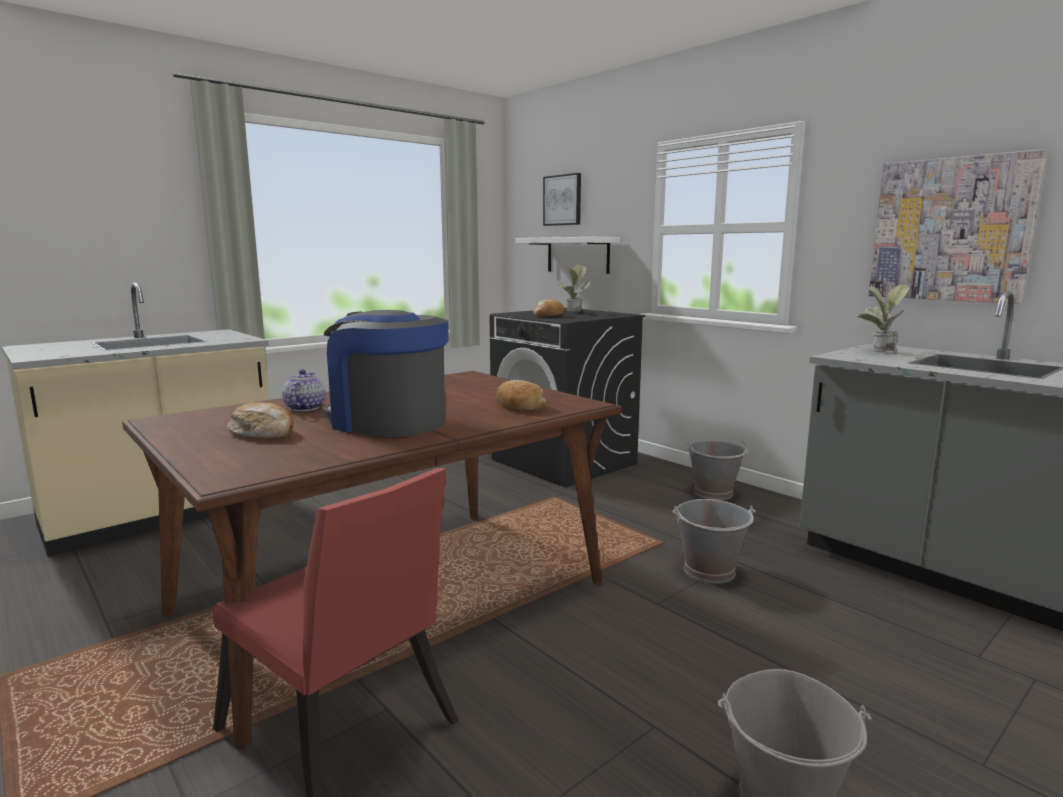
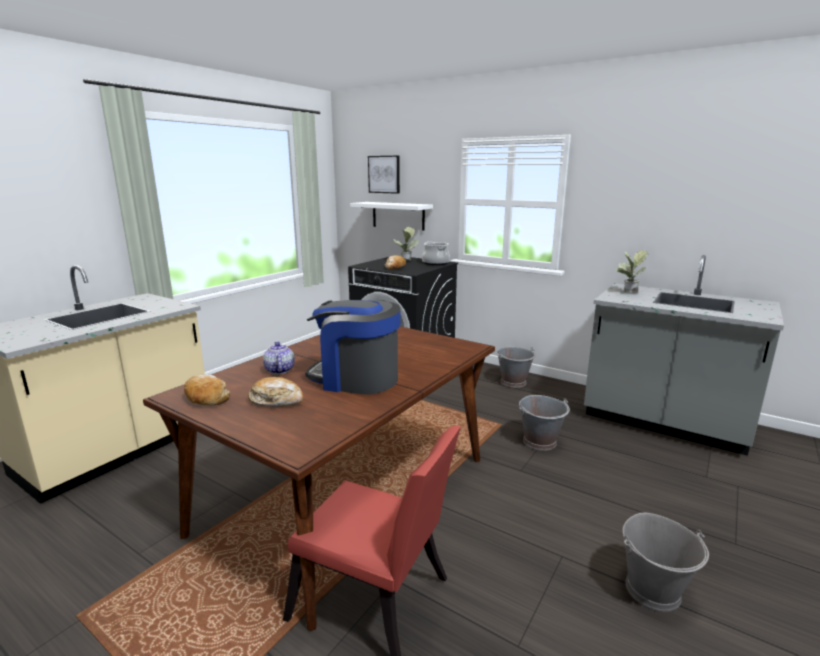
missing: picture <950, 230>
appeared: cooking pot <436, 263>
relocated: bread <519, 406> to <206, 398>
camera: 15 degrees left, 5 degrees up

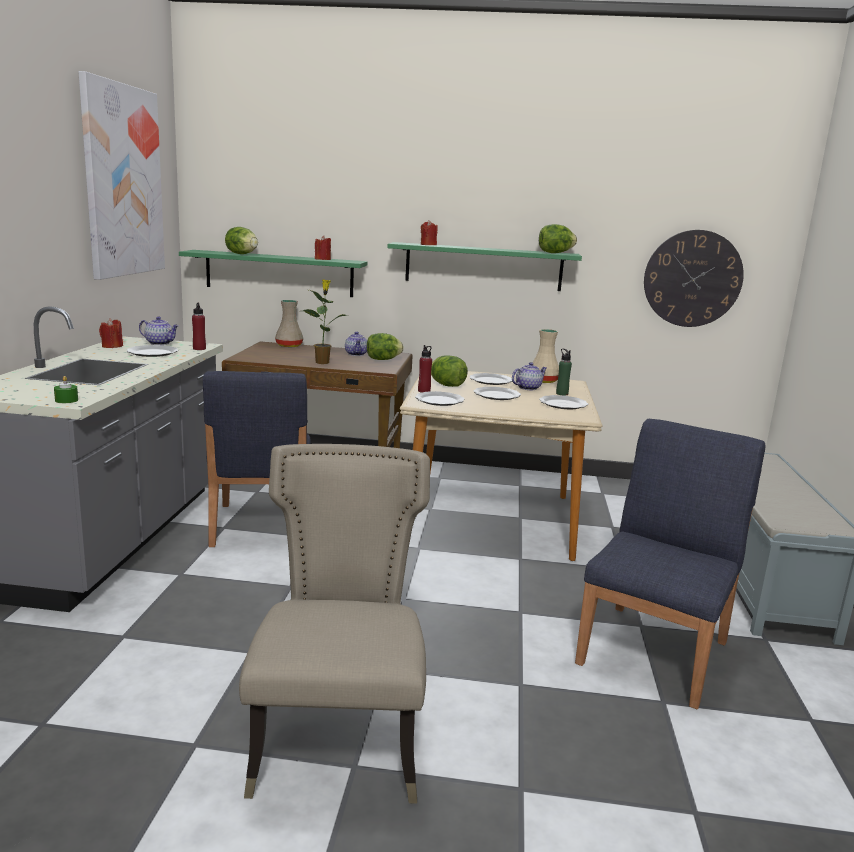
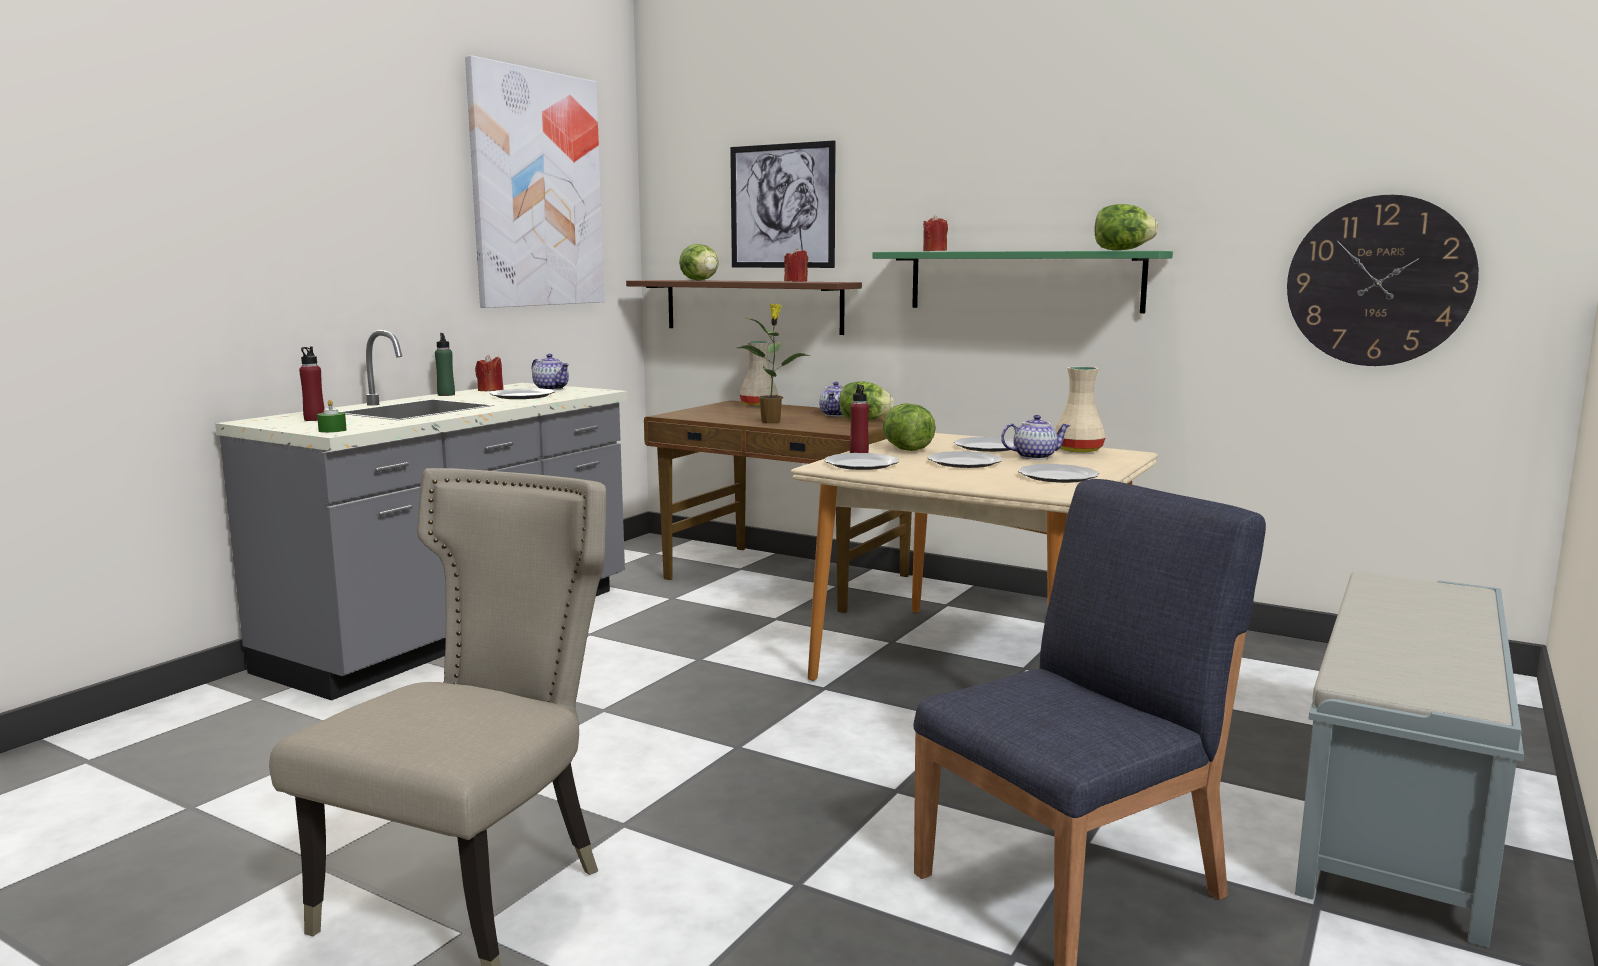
missing: blue chair <260, 525>
appeared: picture <782, 206>
relocated: red bottle <199, 349> to <314, 419>; green bottle <562, 393> to <446, 395>
colour: green shelf <279, 273> to brown shelf <752, 306>
camera: 25 degrees right, 5 degrees down

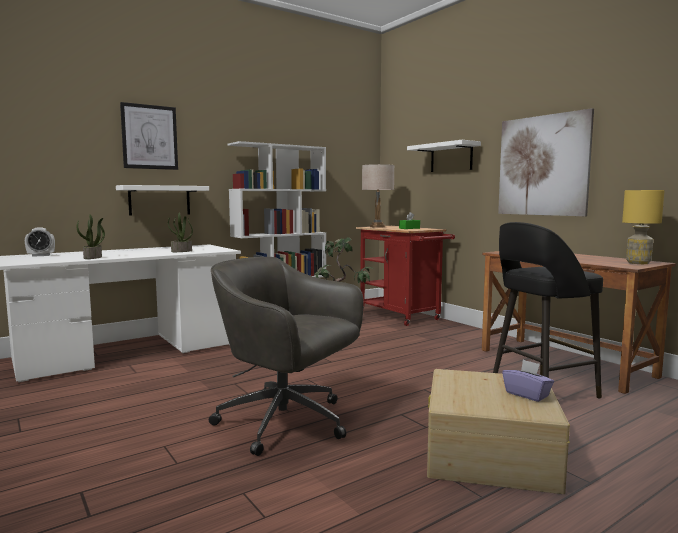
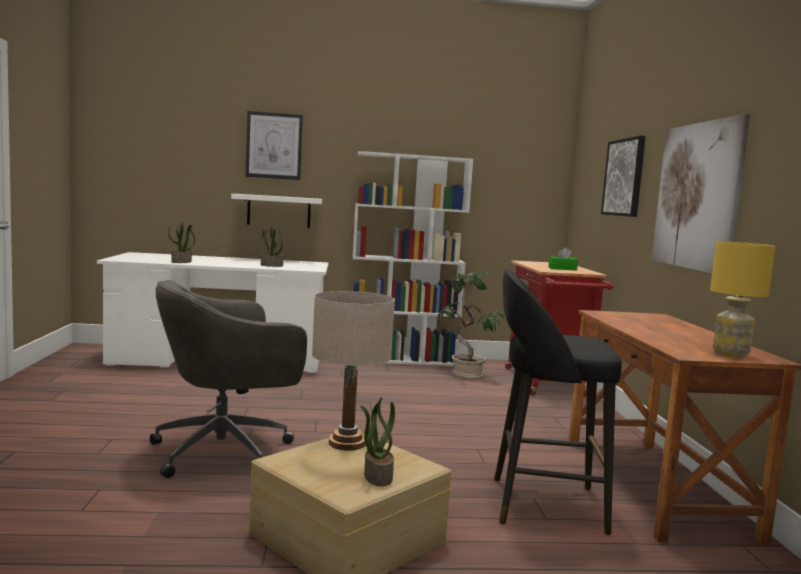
missing: alarm clock <41, 255>
relocated: beige table lamp <377, 227> to <347, 443>
exchanged: white shelf <451, 157> to picture <624, 177>; purple tissue box <527, 394> to potted plant <377, 476>
spun: grey office chair <287, 423> = <226, 451> 90 degrees counterclockwise
camera: 30 degrees right, 0 degrees up

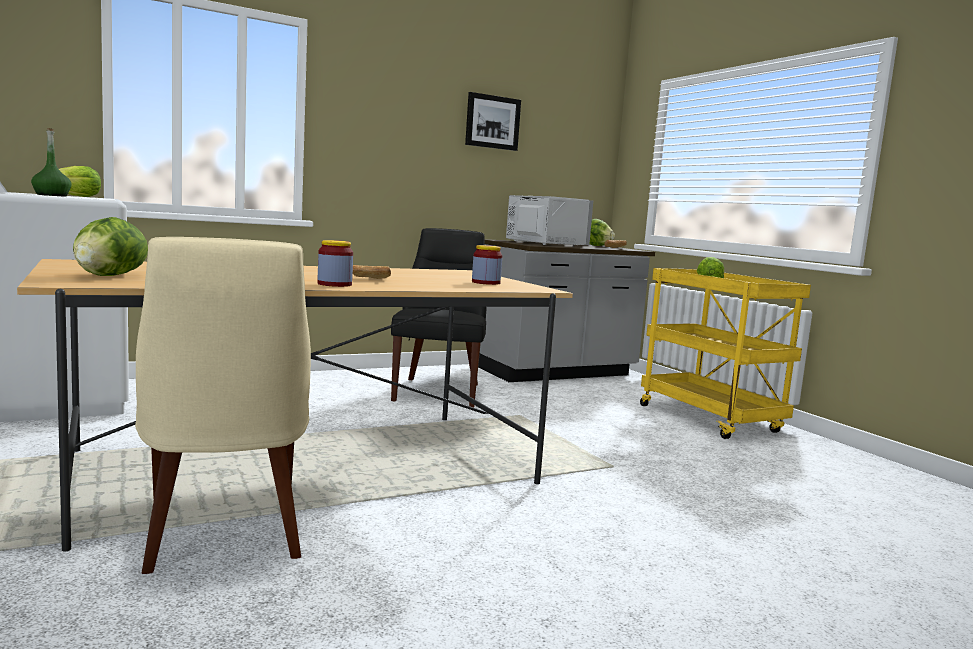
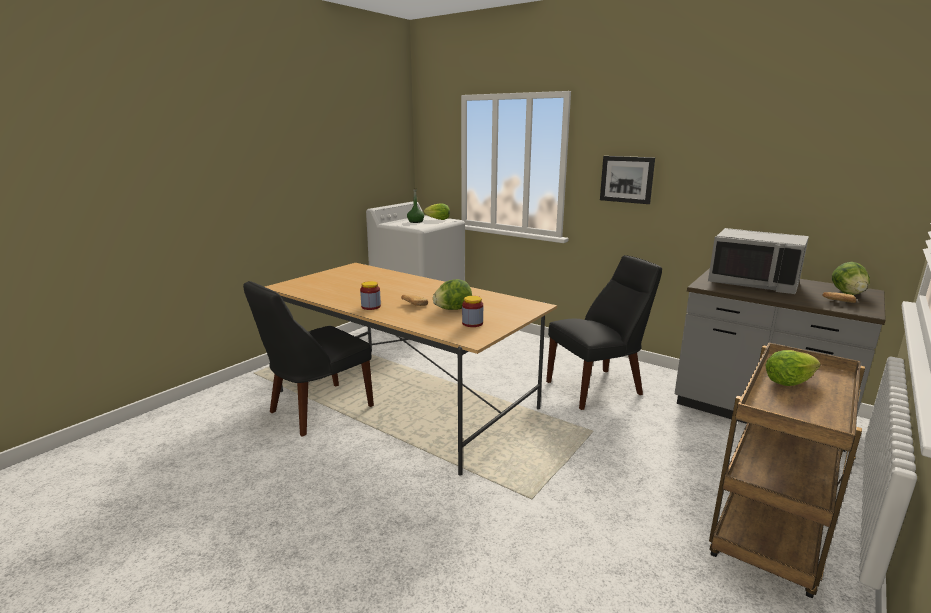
relocated: lettuce <109, 276> to <453, 309>; picture <492, 122> to <627, 179>
colour: beige chair <223, 530> to black chair <317, 410>; yellow cart <711, 420> to brown cart <770, 536>
spun: grey microwave <544, 243> = <753, 283> 90 degrees clockwise
camera: 65 degrees right, 10 degrees up

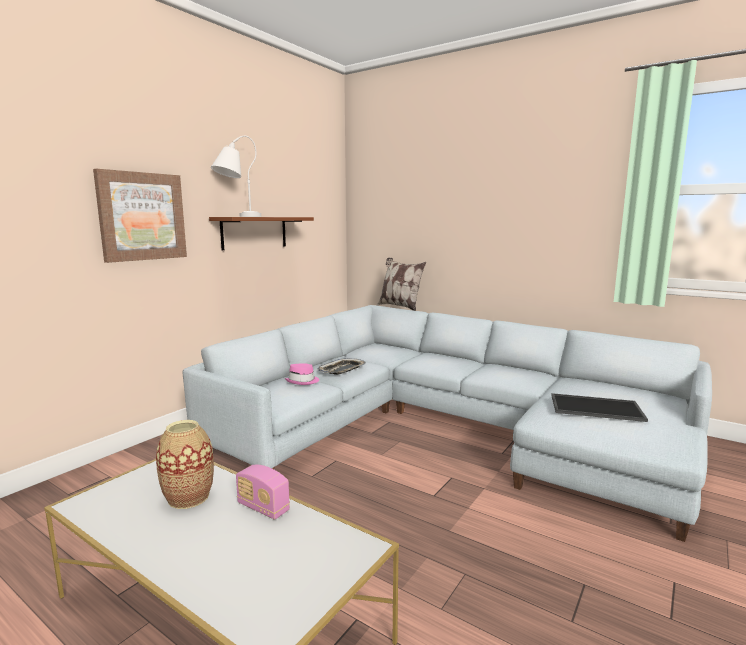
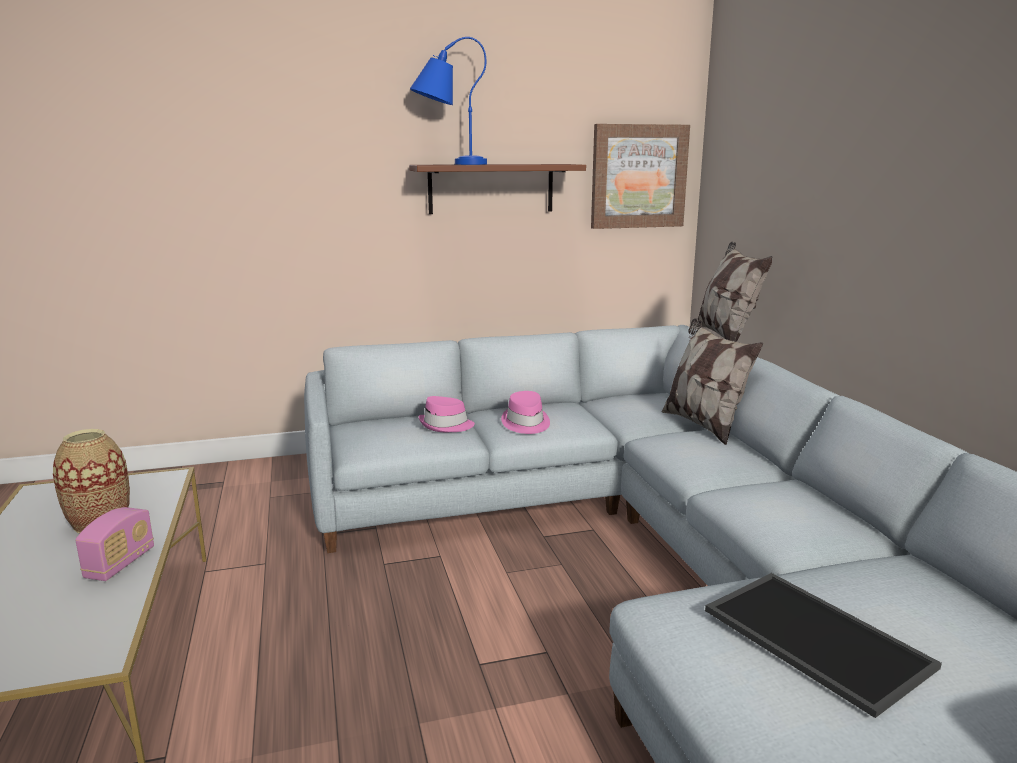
appeared: pillow <703, 424>
relocated: picture <142, 216> to <638, 176>
exchanged: tray <342, 370> to pink hat <525, 423>
colour: white table lamp <237, 216> to blue table lamp <448, 164>
spun: radio <263, 508> = <120, 564> 150 degrees counterclockwise
camera: 40 degrees right, 5 degrees up

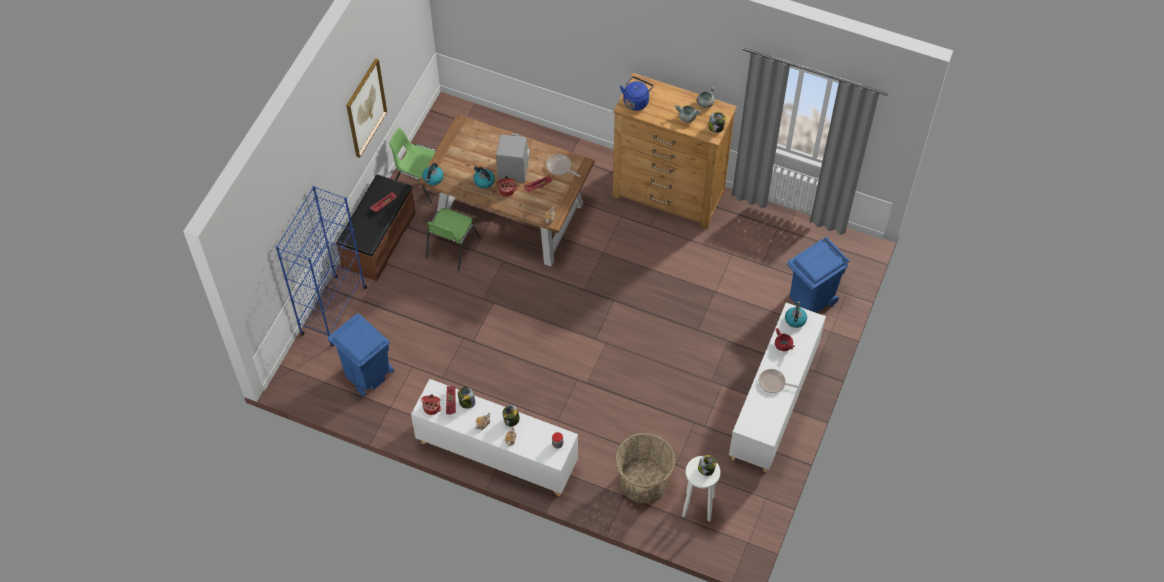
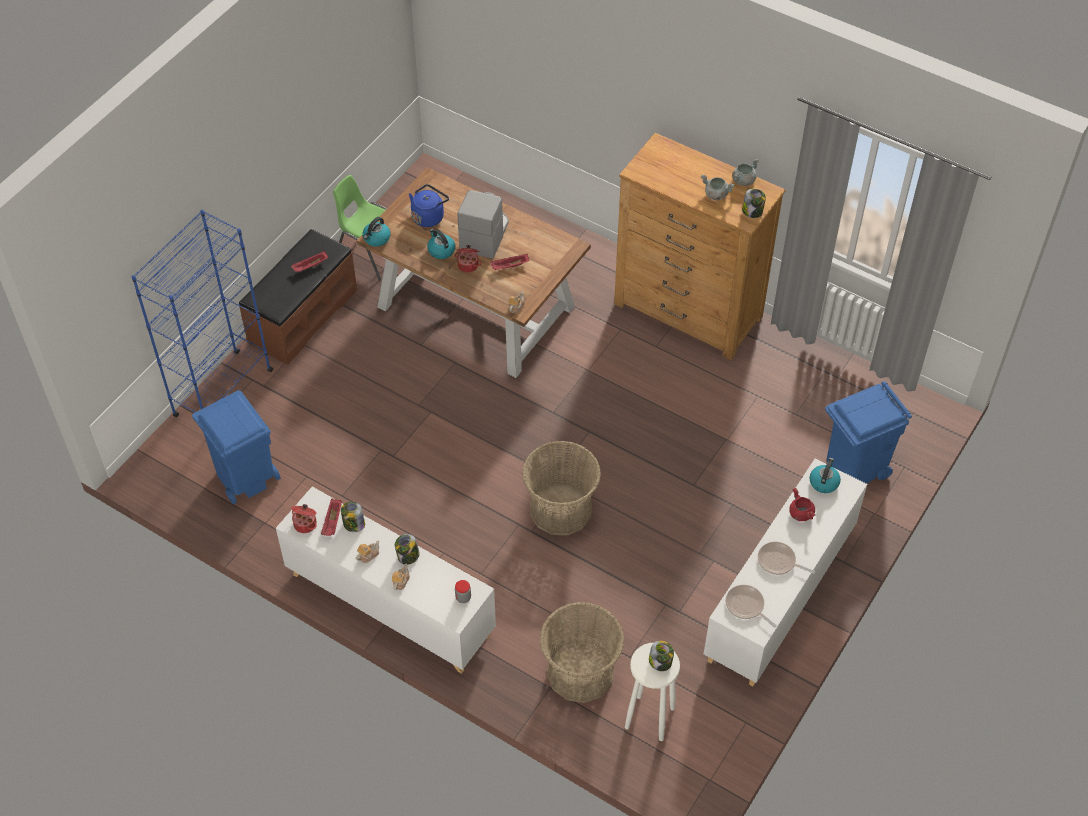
missing: picture <365, 108>; green chair <451, 247>
appeared: basket <560, 509>
relocated: frying pan <560, 167> to <746, 606>; blue kettle <636, 101> to <429, 216>
camera: 10 degrees right, 5 degrees down

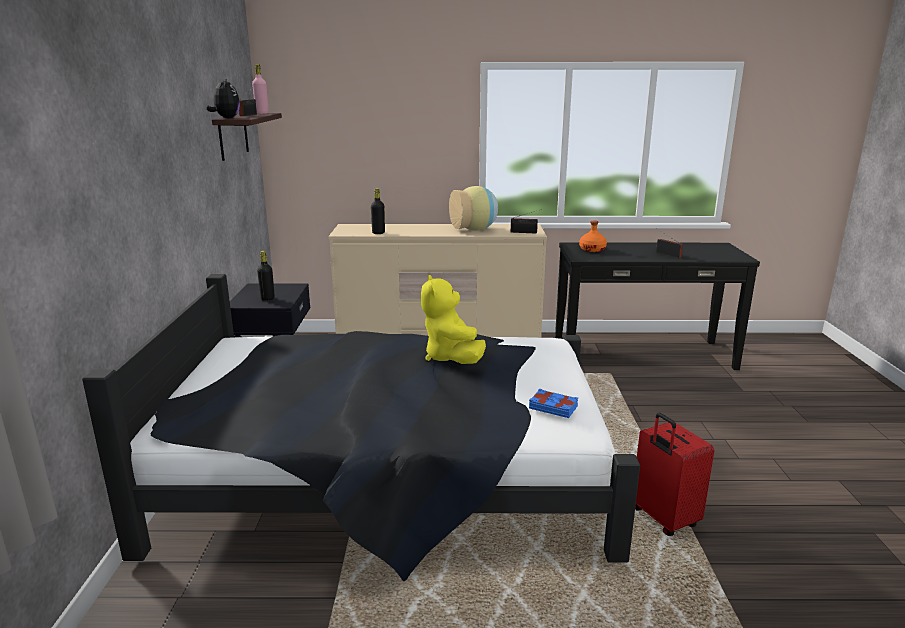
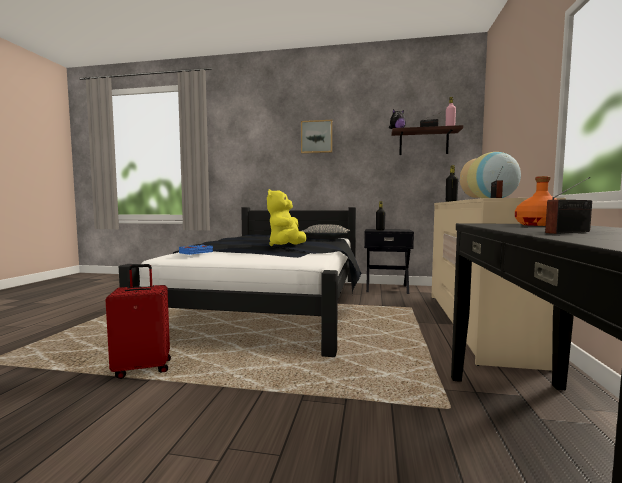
appeared: picture <317, 137>; grey pillow <326, 238>
spun: yellow plush toy <451, 358> = <287, 246> 75 degrees counterclockwise
camera: 100 degrees right, 15 degrees down

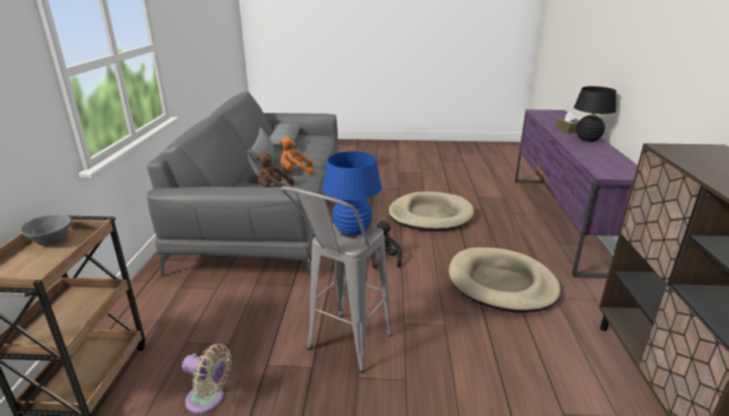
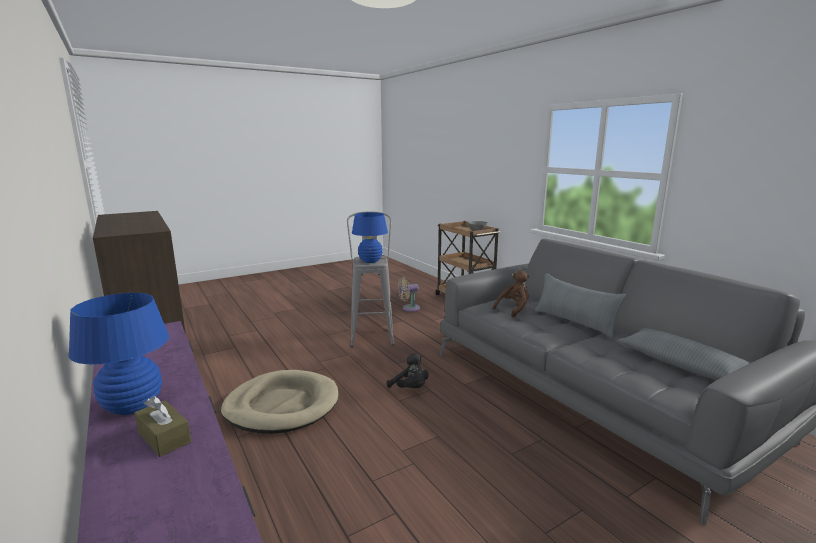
missing: orange plush toy <295, 171>; beige dog bed <430, 215>
colour: black table lamp <587, 139> to blue table lamp <133, 406>
camera: 145 degrees right, 10 degrees down

